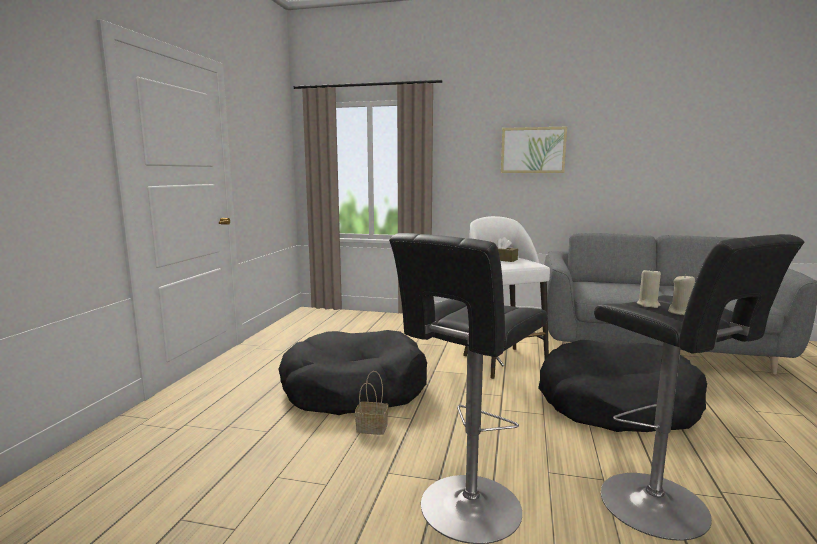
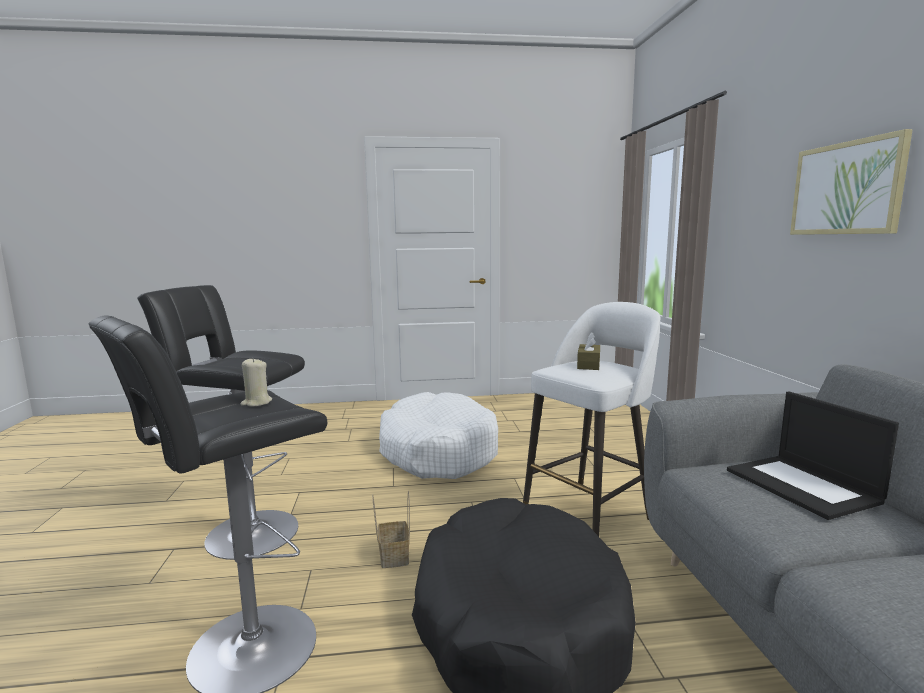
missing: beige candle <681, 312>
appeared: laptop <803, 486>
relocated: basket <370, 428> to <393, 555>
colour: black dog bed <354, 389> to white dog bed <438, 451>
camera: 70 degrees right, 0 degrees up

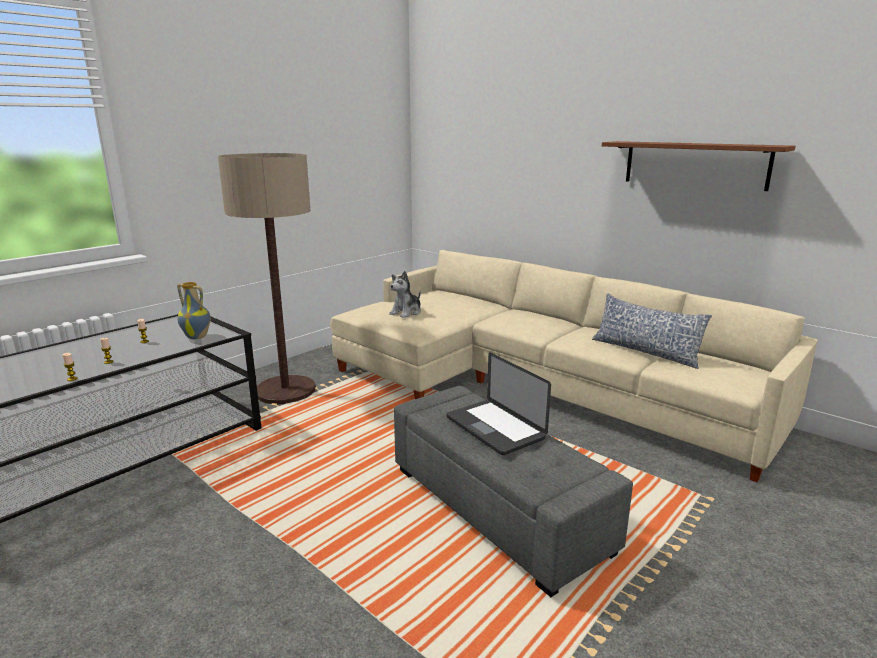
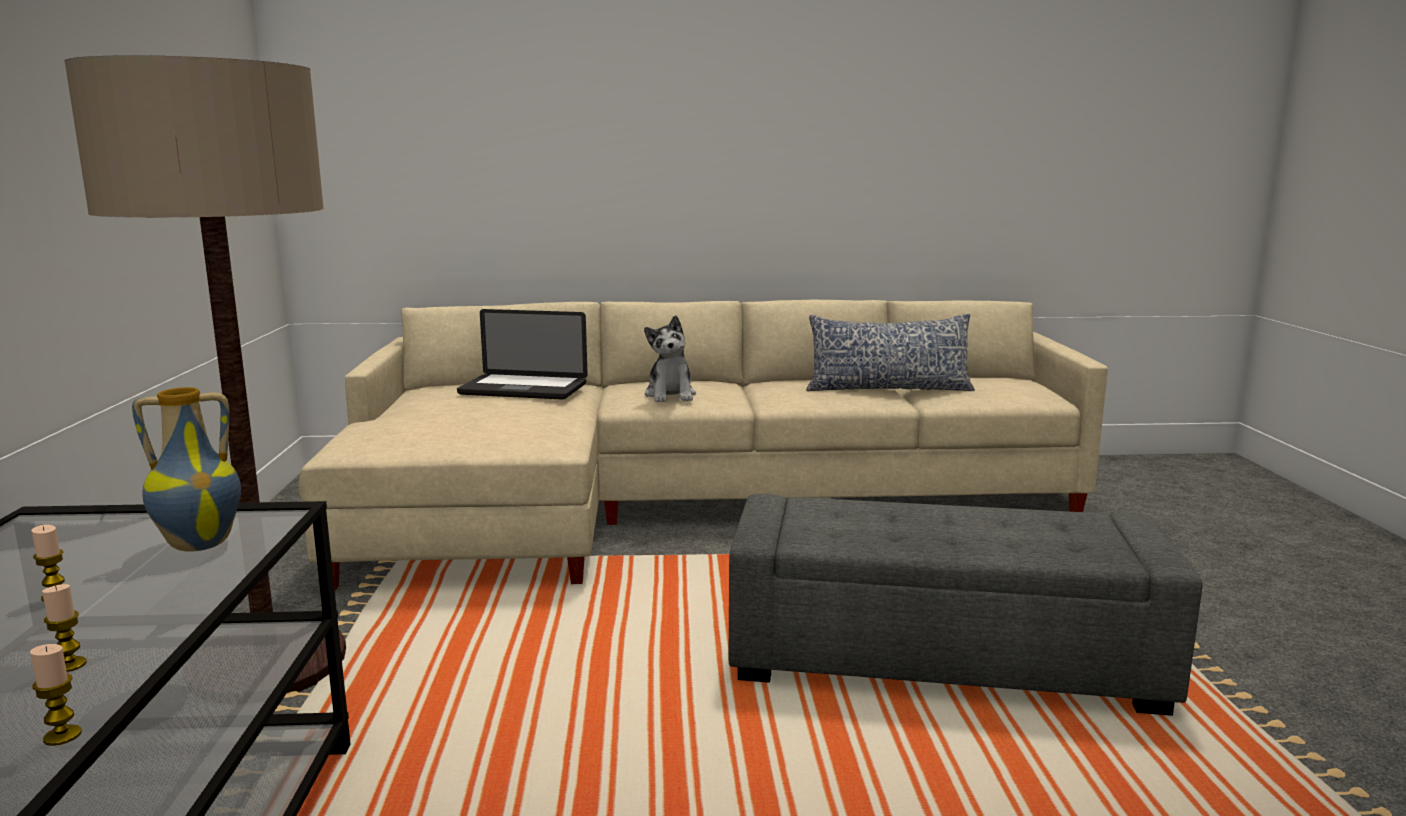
missing: brown shelf <694, 164>
relocated: plush toy <406, 312> to <670, 395>; laptop <494, 428> to <523, 389>
camera: 45 degrees left, 5 degrees down

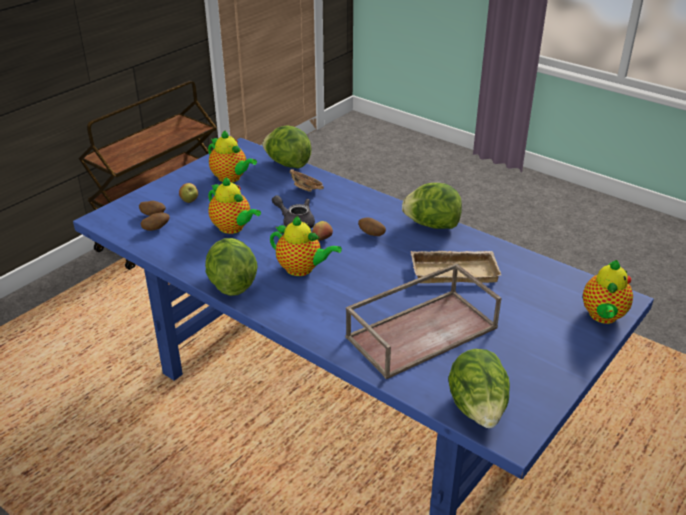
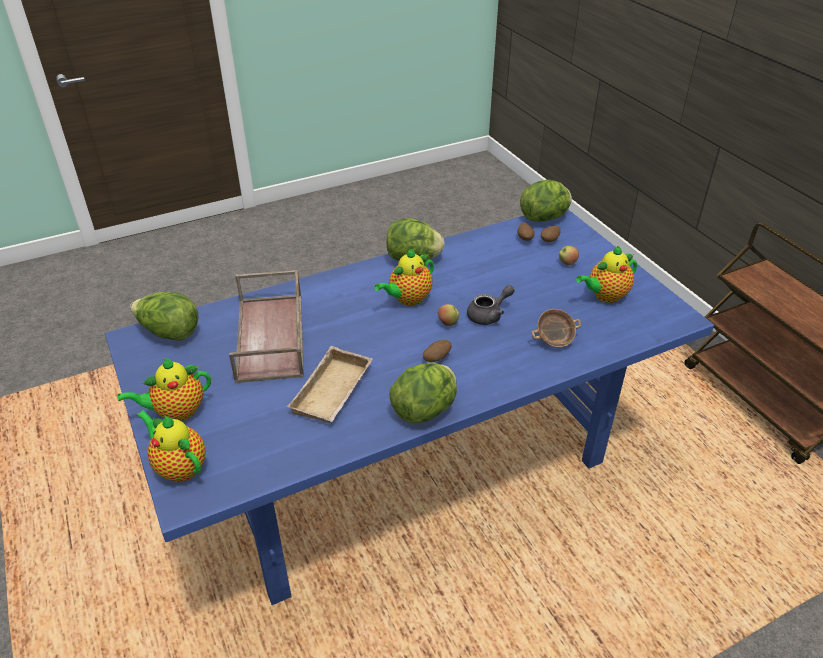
relocated: teapot <233, 228> to <176, 411>; lettuce <287, 164> to <545, 218>
camera: 115 degrees right, 5 degrees up

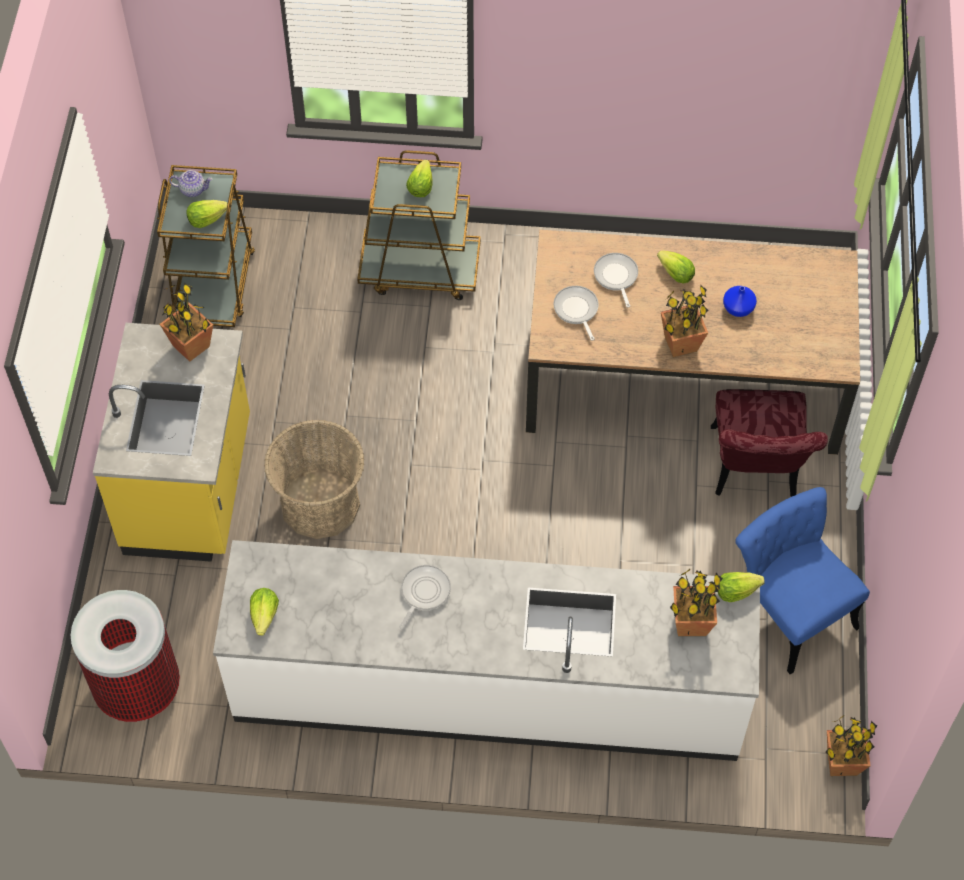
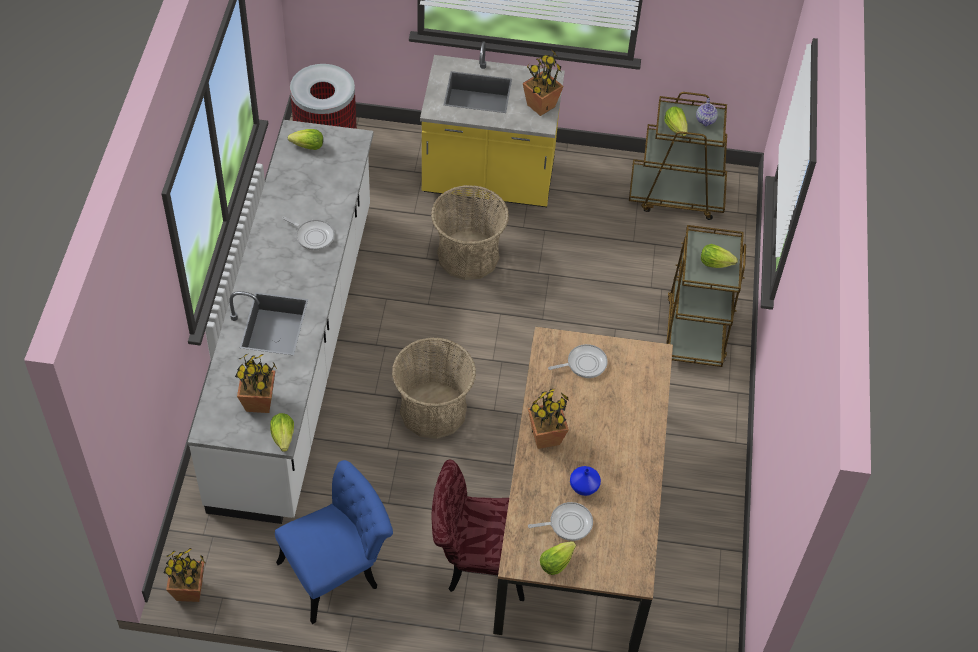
appeared: basket <433, 410>
relocated: frying pan <616, 277> to <568, 523>; lettuce <675, 274> to <556, 563>
camera: 90 degrees right, 5 degrees down

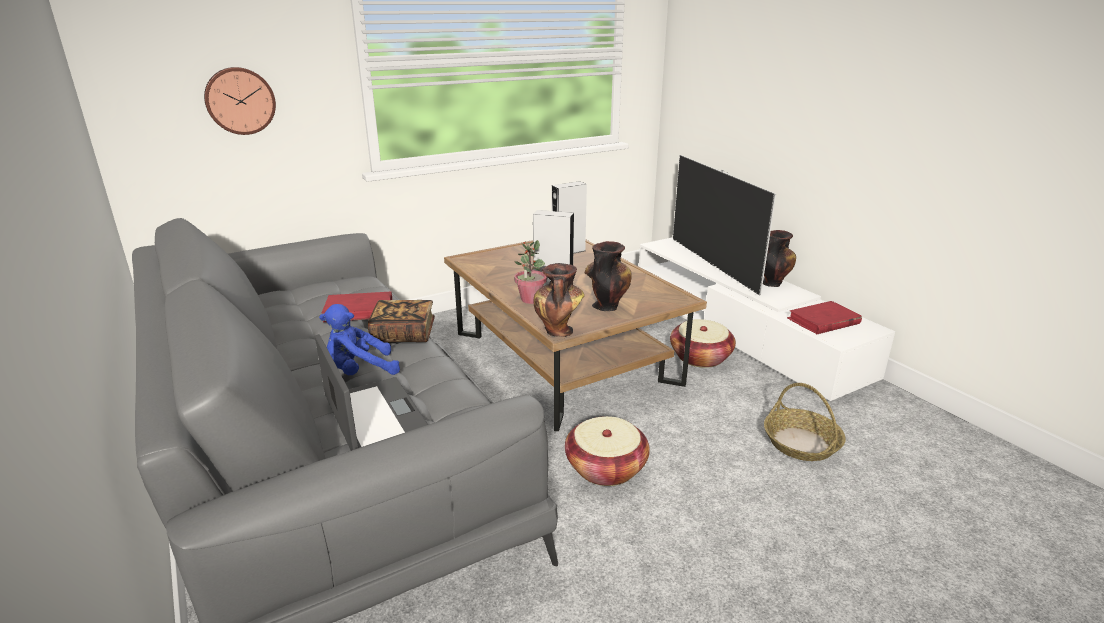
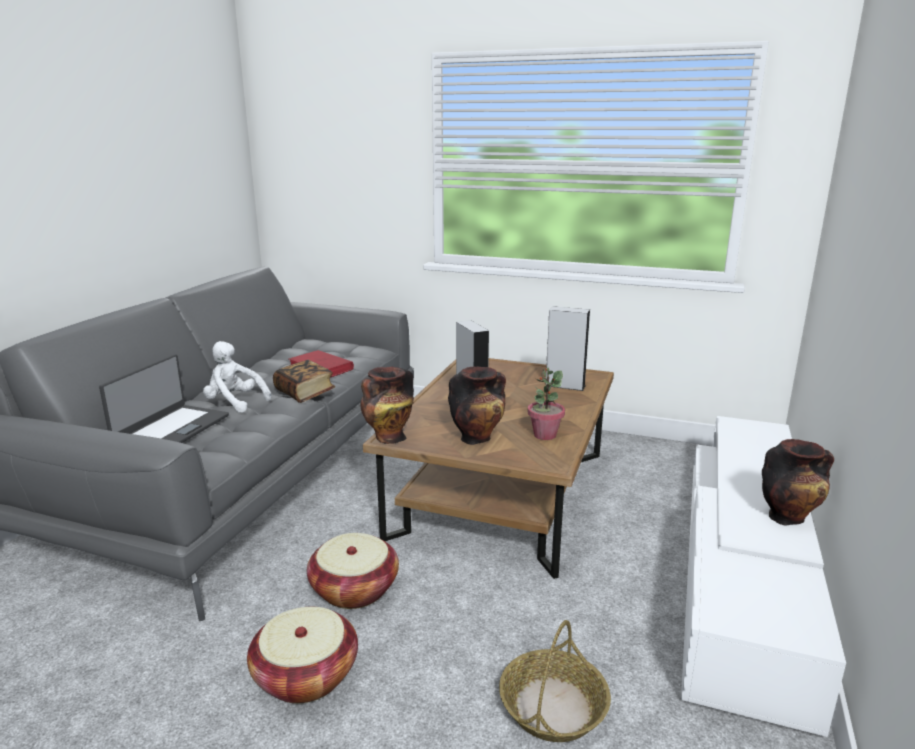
missing: wall clock <240, 101>; television <713, 264>; red book <823, 321>
relocated: potted plant <530, 299> to <544, 435>; basket <700, 357> to <306, 675>
colour: blue plush toy <359, 372> to white plush toy <235, 403>
camera: 50 degrees right, 5 degrees down

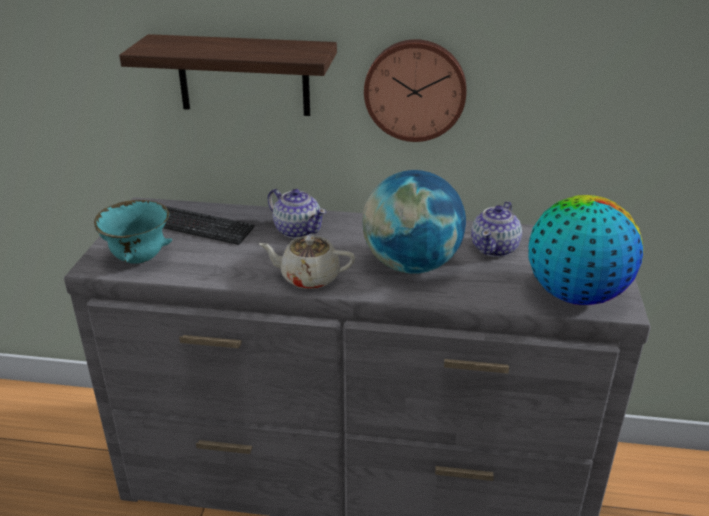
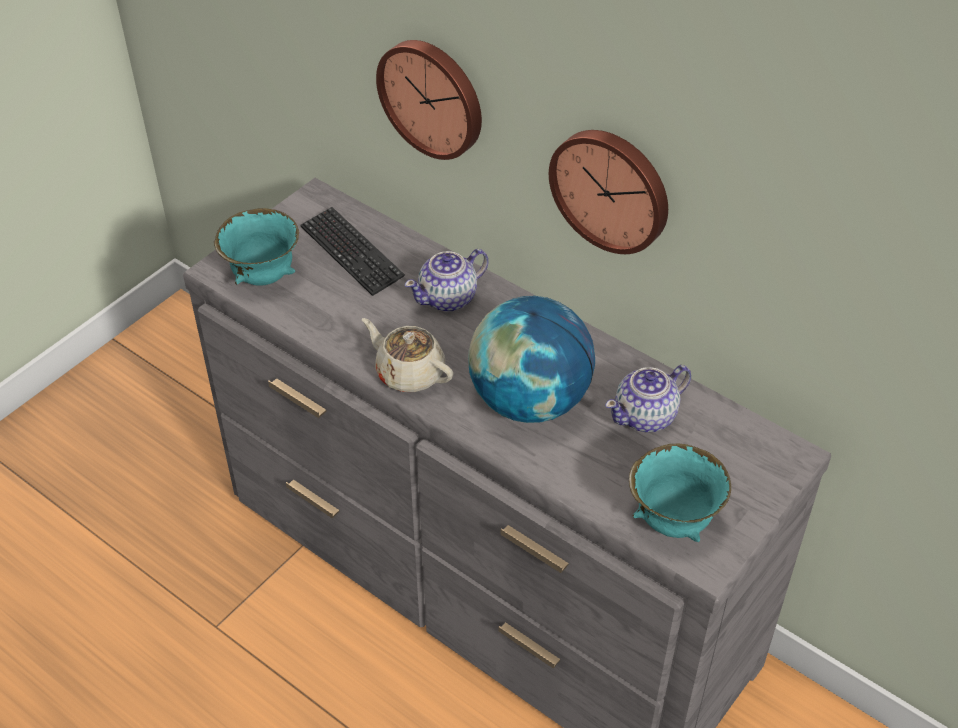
exchanged: shelf <243, 75> to wall clock <433, 97>; globe <575, 295> to turquoise bowl <673, 521>
spun: teapot <297, 230> = <448, 298> 75 degrees clockwise
camera: 30 degrees right, 15 degrees up

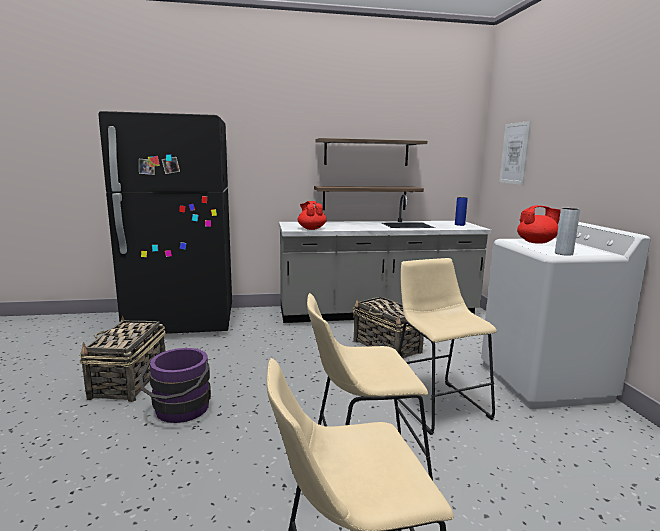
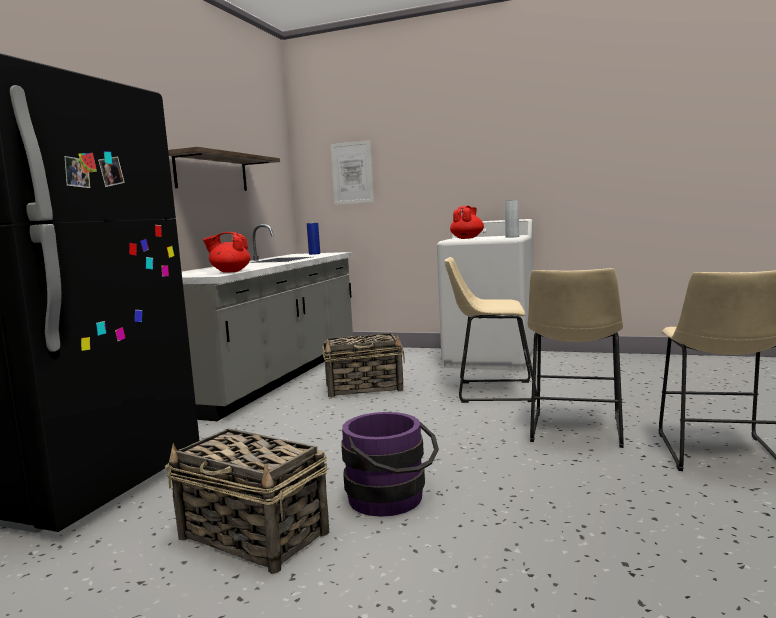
missing: shelf <364, 198>
camera: 60 degrees left, 5 degrees down

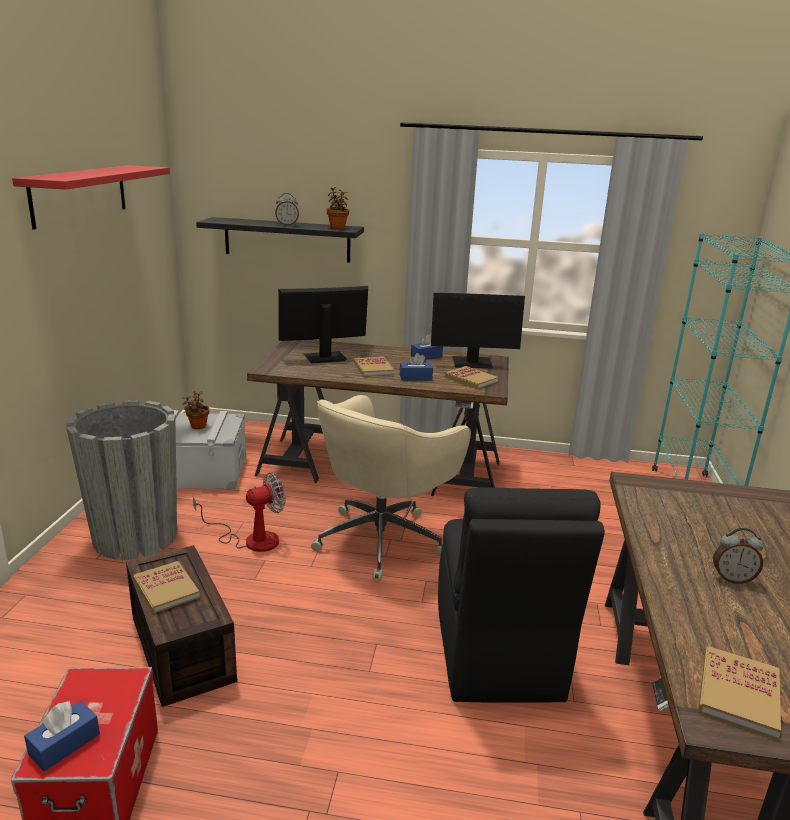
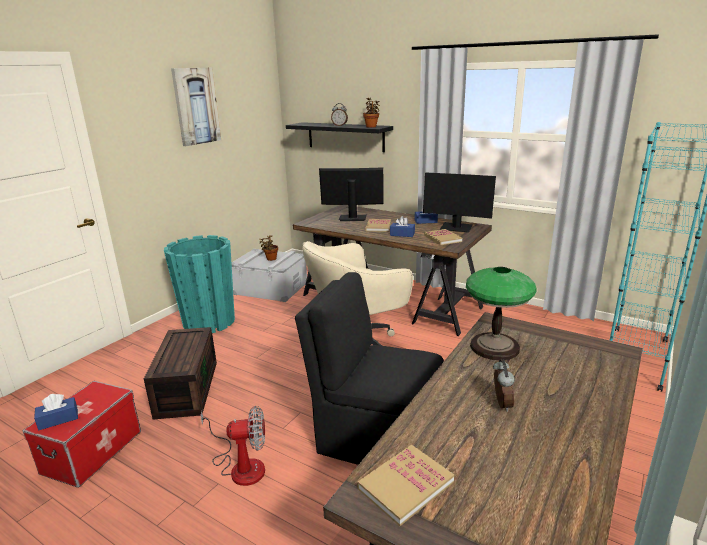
missing: book <166, 589>
appeared: table lamp <494, 347>
relocated: fan <251, 539> to <241, 466>
exchanged: red shelf <80, 194> to picture <196, 106>
colour: grey planter <135, 537> to turquoise planter <209, 322>
spun: black chair <497, 654> = <377, 438> 90 degrees clockwise; alarm clock <732, 579> = <500, 404> 120 degrees counterclockwise
camera: 25 degrees right, 0 degrees up

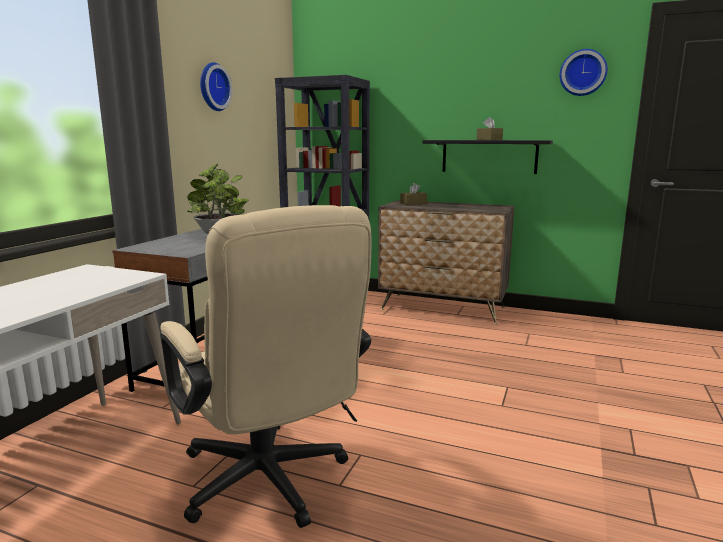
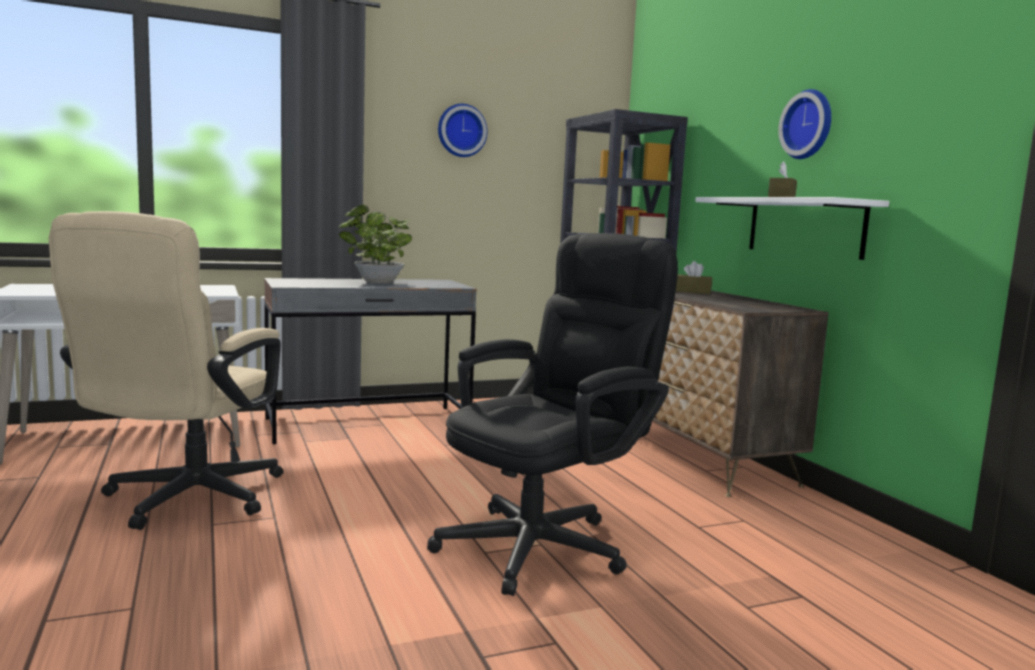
appeared: black office chair <546, 542>
relocated: wall clock <583, 73> to <809, 125>
colour: black shelf <489, 156> to white shelf <804, 227>
camera: 45 degrees right, 5 degrees down

